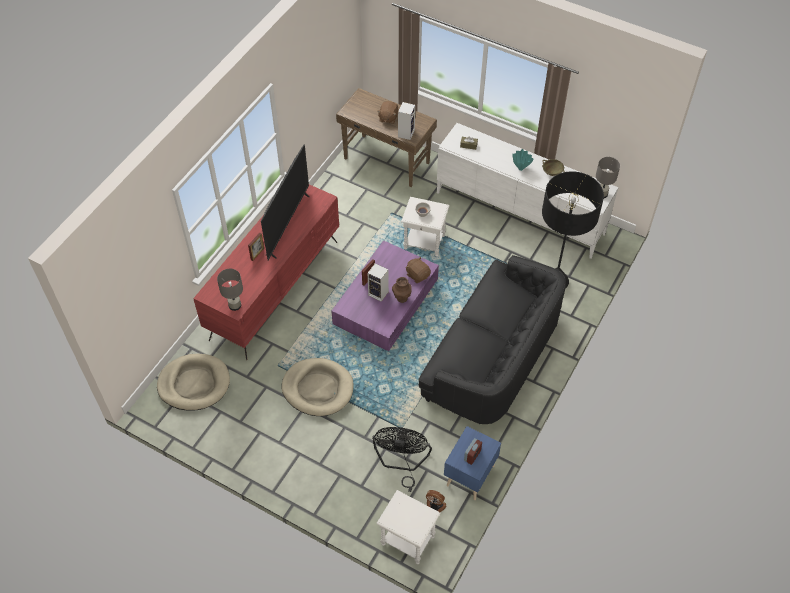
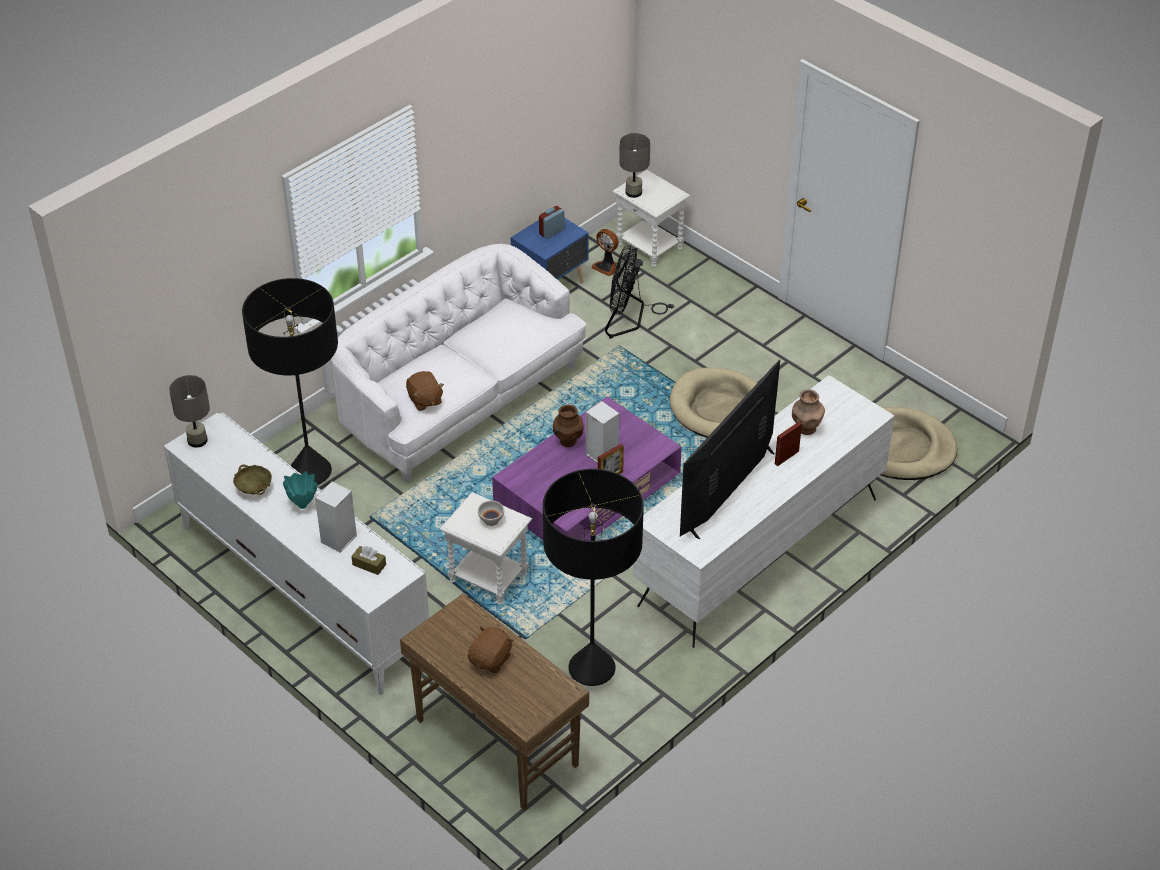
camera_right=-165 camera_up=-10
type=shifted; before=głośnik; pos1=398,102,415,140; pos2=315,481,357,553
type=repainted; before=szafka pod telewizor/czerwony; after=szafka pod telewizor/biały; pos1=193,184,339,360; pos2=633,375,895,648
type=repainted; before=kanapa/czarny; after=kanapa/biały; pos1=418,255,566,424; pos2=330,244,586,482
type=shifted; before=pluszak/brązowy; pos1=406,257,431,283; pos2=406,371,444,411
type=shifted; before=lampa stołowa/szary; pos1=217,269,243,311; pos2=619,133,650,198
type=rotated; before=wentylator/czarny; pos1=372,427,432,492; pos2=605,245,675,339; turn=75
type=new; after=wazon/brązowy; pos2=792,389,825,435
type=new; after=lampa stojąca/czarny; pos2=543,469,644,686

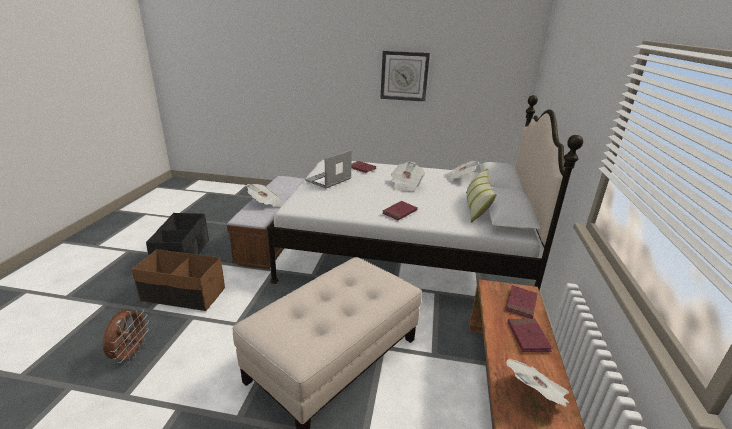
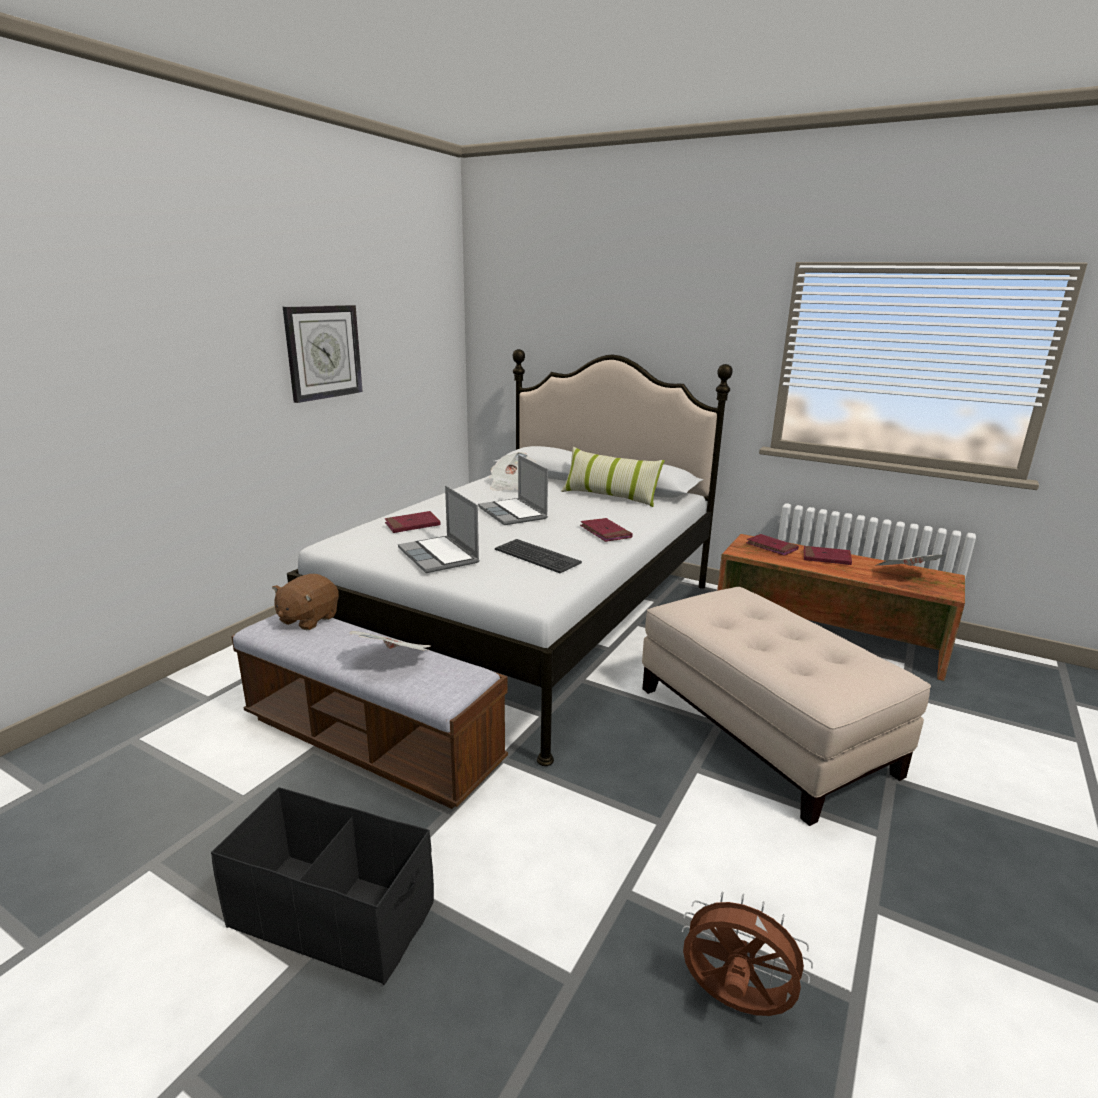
camera_right=-70 camera_up=-5
type=swapped; before=gazeta; after=laptop; pos1=391,162,425,192; pos2=478,455,548,525
type=gone; before=pojemnik do przechowywania/brązowy; pos1=132,249,225,311
type=new; after=klawiatura; pos2=495,539,582,573
type=new; after=pluszak/brązowy; pos2=272,574,339,630

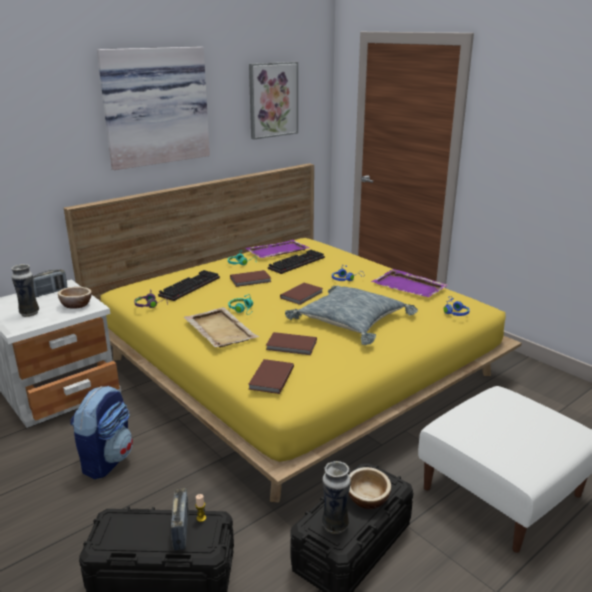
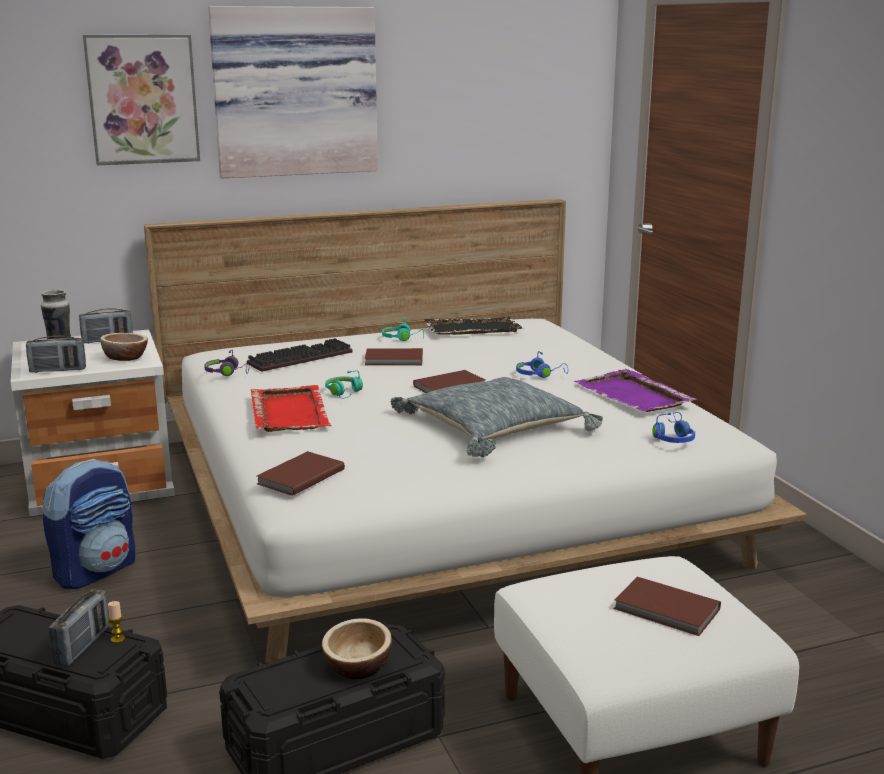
camera_right=20 camera_up=-5
type=shifted; before=obraz; pos1=249,62,298,139; pos2=83,34,200,165
type=repainted; before=łóżko/żółty; after=łóżko/biały; pos1=64,163,522,502; pos2=144,199,807,663
type=repainted; before=taca/fioletowy; after=taca/czarny; pos1=245,240,309,258; pos2=424,316,523,335
type=gone; before=klawiatura; pos1=268,249,325,274
type=repainted; before=taca/beżowy; after=taca/czerwony; pos1=184,307,259,348; pos2=251,385,332,432
type=shifted; before=książka/brązowy; pos1=266,332,317,355; pos2=614,577,721,636
type=gone; before=wazon; pos1=322,461,351,534
type=new; after=radio; pos2=26,336,86,373

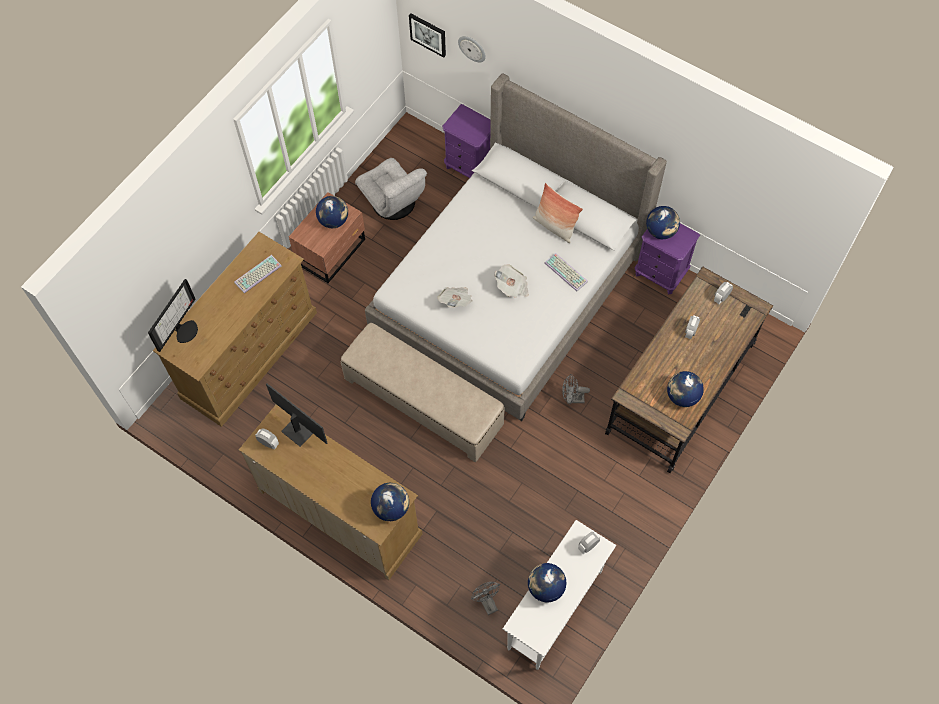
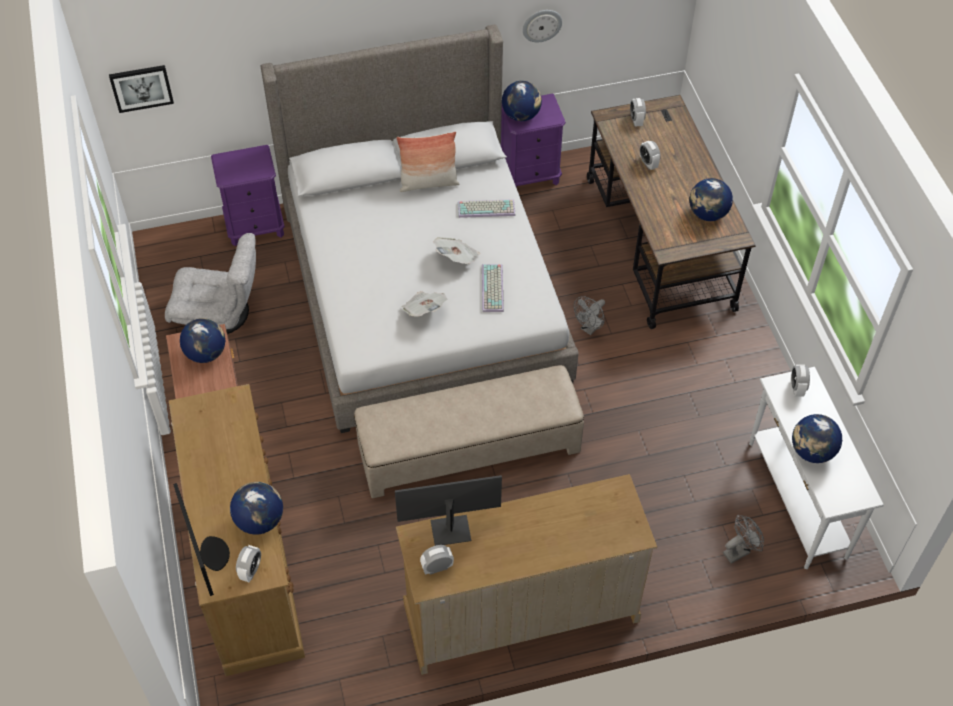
camera_right=-50 camera_up=-10
type=shifted; before=zegar ścienny; pos1=458,36,486,62; pos2=523,10,562,43
type=shifted; before=klawiatura; pos1=234,255,282,293; pos2=482,264,504,312
type=shifted; before=globus; pos1=371,483,409,521; pos2=230,482,283,535
type=rotated; before=wentylator/szary; pos1=471,582,500,615; pos2=723,515,764,564; turn=135
type=new; after=budzik; pos2=236,545,261,582

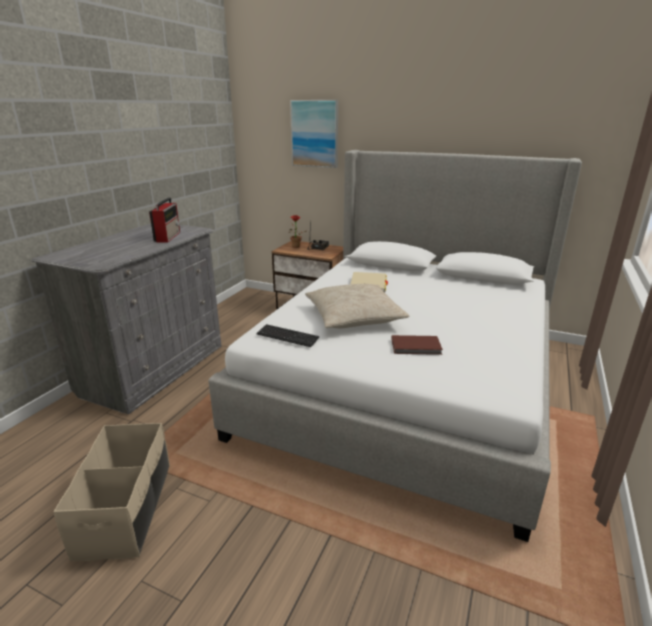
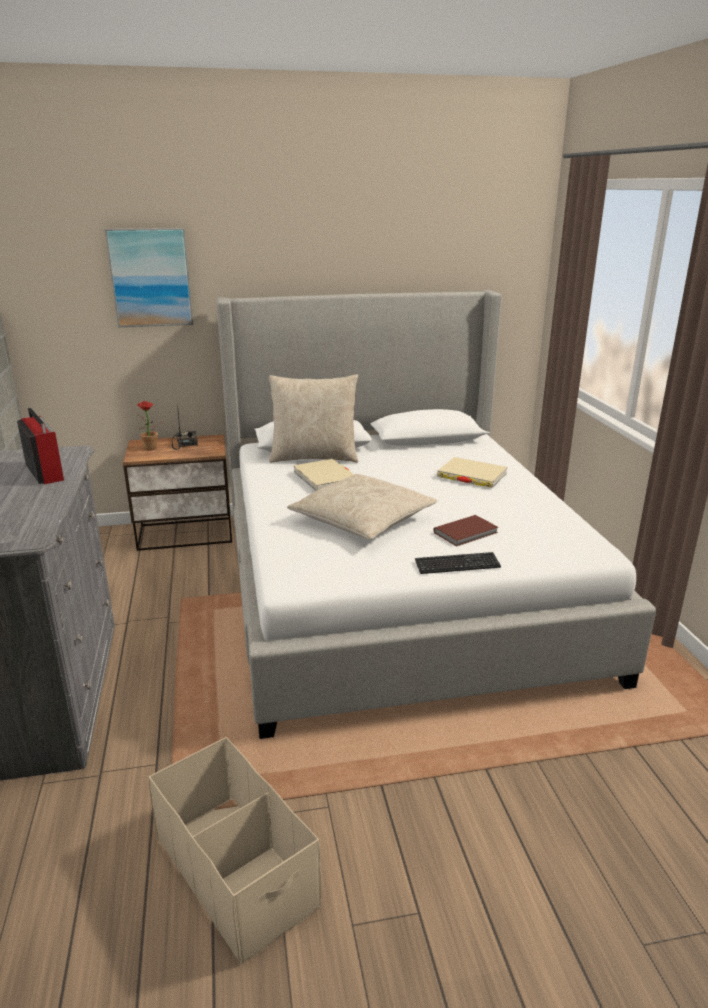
camera_right=-35 camera_up=0
type=shifted; before=klawiatura; pos1=256,324,320,347; pos2=415,552,501,574
type=new; after=poduszka/beżowy; pos2=269,374,358,463
type=new; after=książka/beżowy; pos2=437,457,508,488

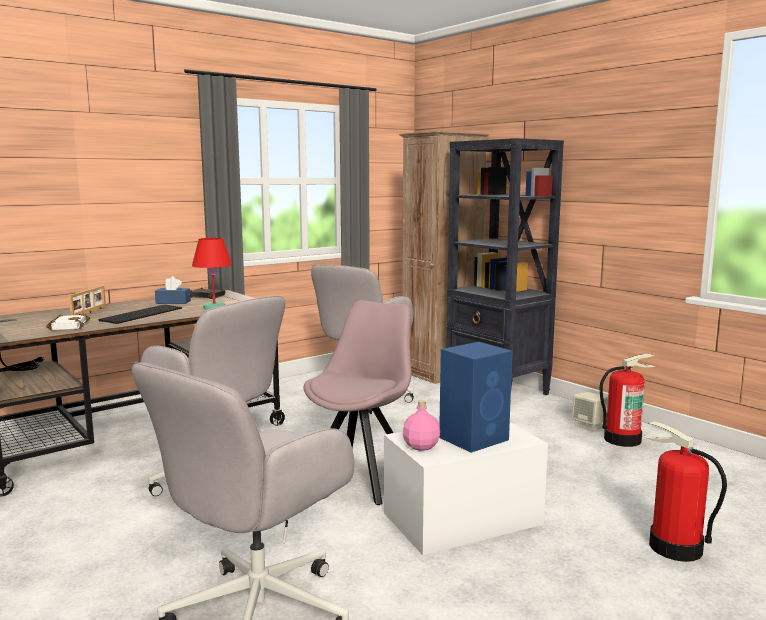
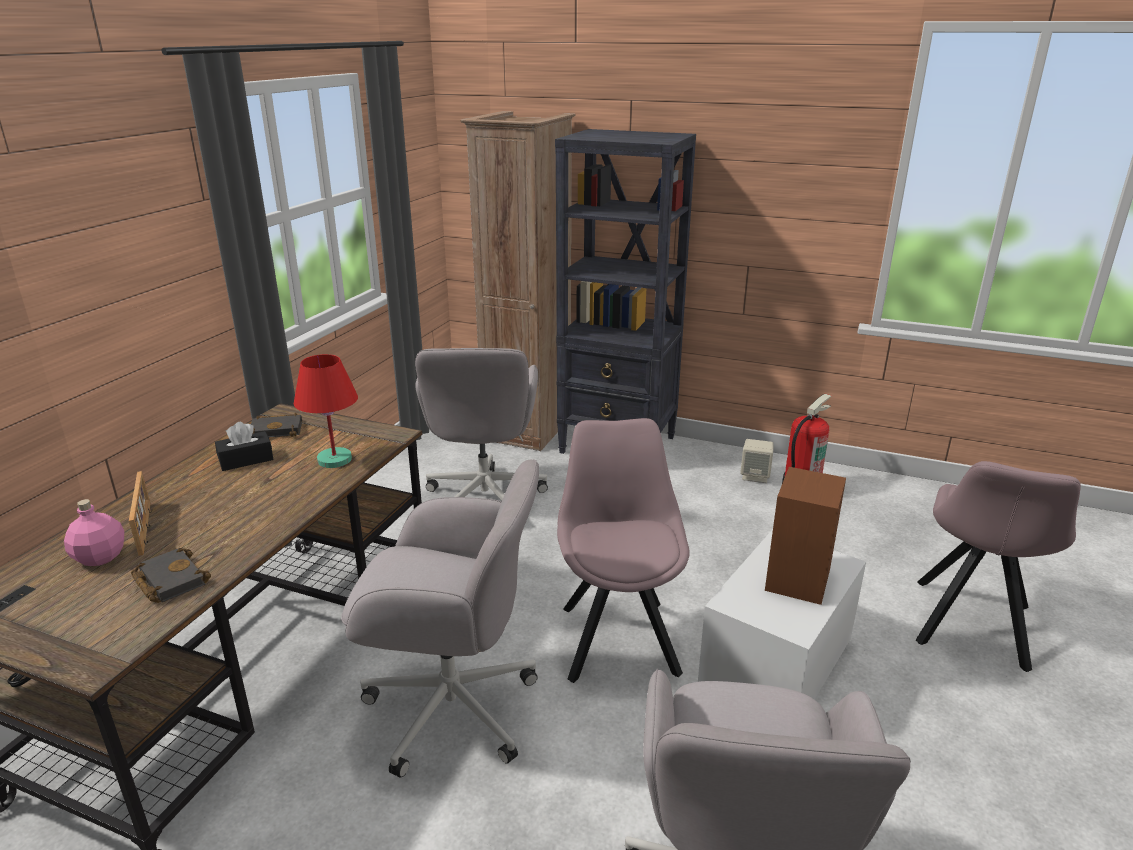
camera_right=-30 camera_up=15
type=repainted; before=pudełko chusteczek/niebieski; after=pudełko chusteczek/czarny; pos1=155,276,191,304; pos2=215,422,274,471
type=gone; before=klawiatura; pos1=98,304,182,324
type=repainted; before=książka/biały; after=książka/czarny; pos1=46,314,90,330; pos2=131,548,211,603
type=repainted; before=głośnik/niebieski; after=głośnik/brązowy; pos1=439,342,512,453; pos2=765,467,846,605
type=shifted; before=butelka/różowy; pos1=403,400,440,451; pos2=64,499,124,566
type=swapped; before=gaśnica; after=krzesło/różowy; pos1=642,421,727,562; pos2=916,461,1081,672

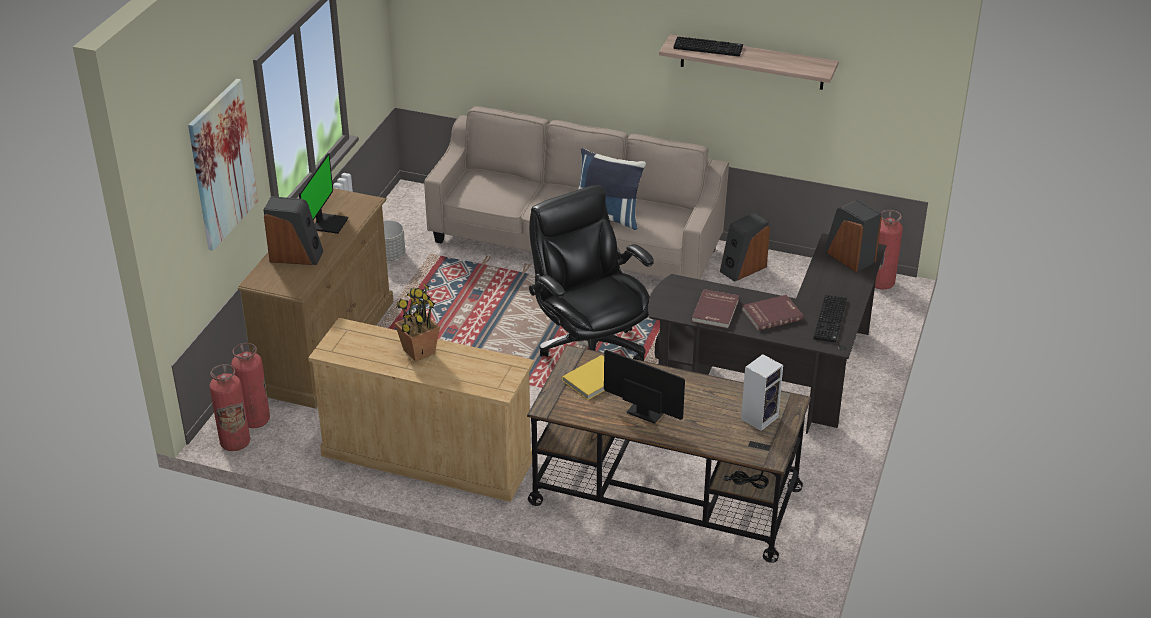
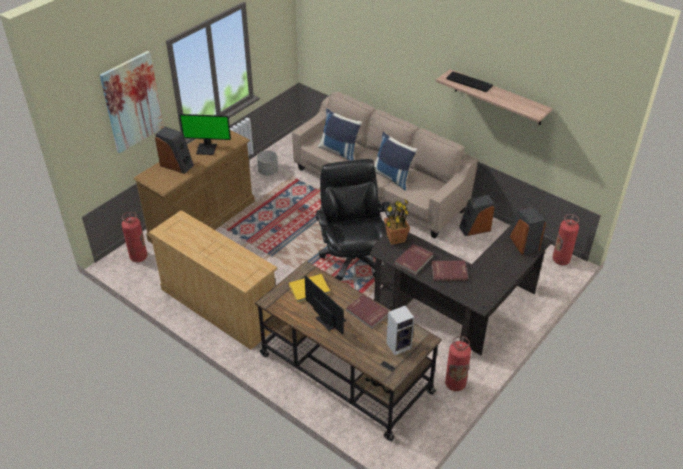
camera_right=20 camera_up=5
type=rotated; before=monitor; pos1=299,153,349,234; pos2=179,114,231,155; turn=60
type=shifted; before=roślina doniczkowa; pos1=395,283,440,362; pos2=384,199,410,245
type=gone; before=klawiatura; pos1=813,295,847,342
type=shifted; before=gaśnica; pos1=209,364,250,451; pos2=445,336,471,391
type=new; after=poduszka/niebieski; pos2=318,108,362,161
type=new; after=książka/czerwony; pos2=346,294,389,329

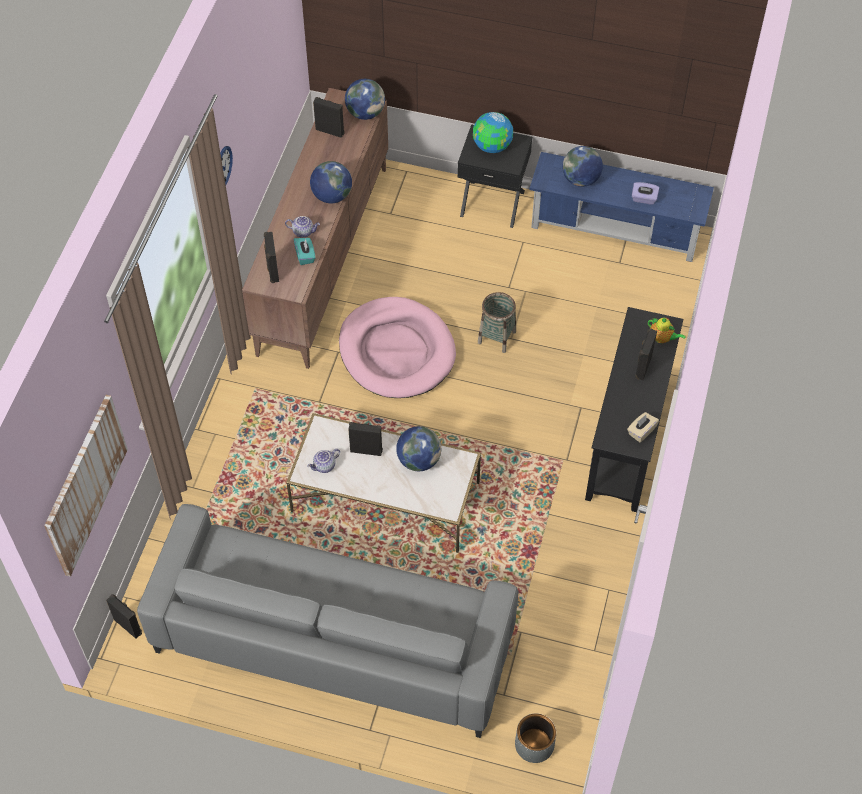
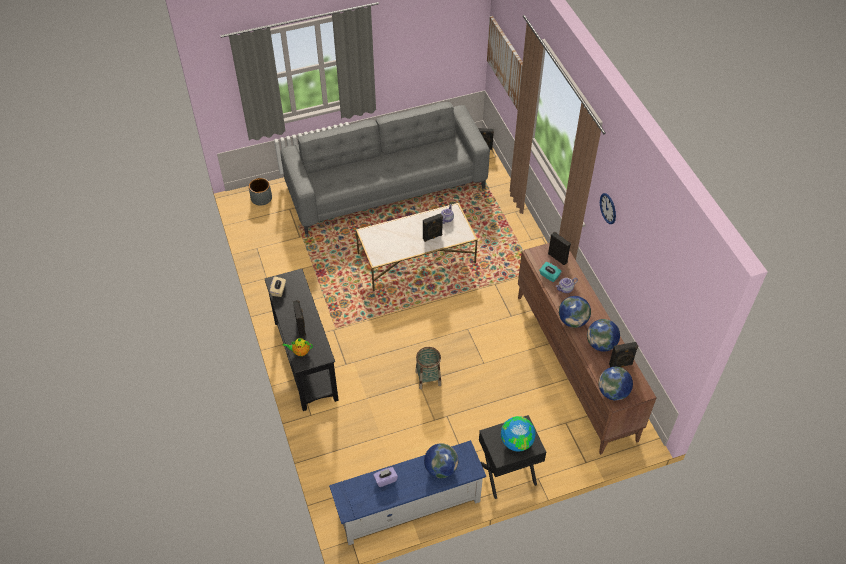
camera_right=145 camera_up=-5
type=gone; before=legowisko/różowy; pos1=339,297,456,398
type=shifted; before=globus; pos1=396,426,441,471; pos2=587,319,620,352

